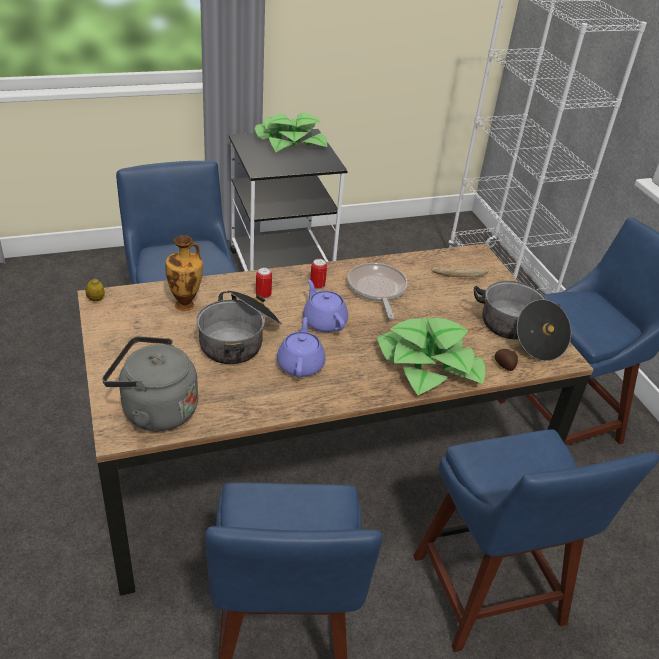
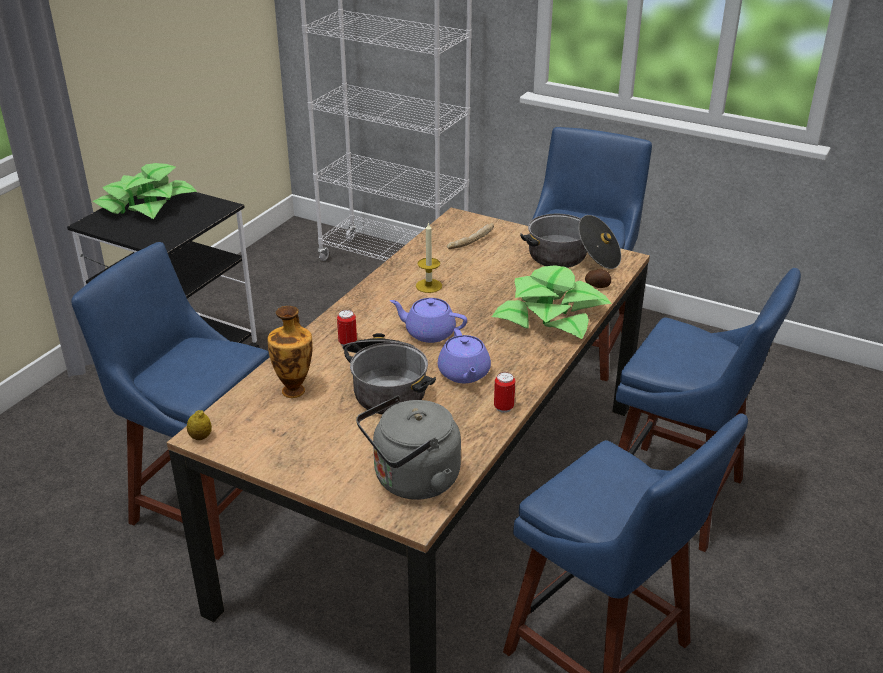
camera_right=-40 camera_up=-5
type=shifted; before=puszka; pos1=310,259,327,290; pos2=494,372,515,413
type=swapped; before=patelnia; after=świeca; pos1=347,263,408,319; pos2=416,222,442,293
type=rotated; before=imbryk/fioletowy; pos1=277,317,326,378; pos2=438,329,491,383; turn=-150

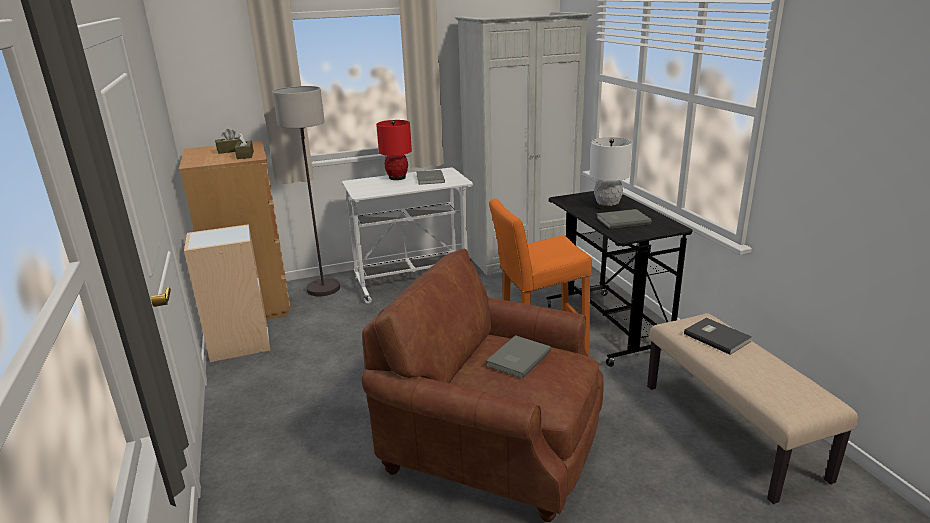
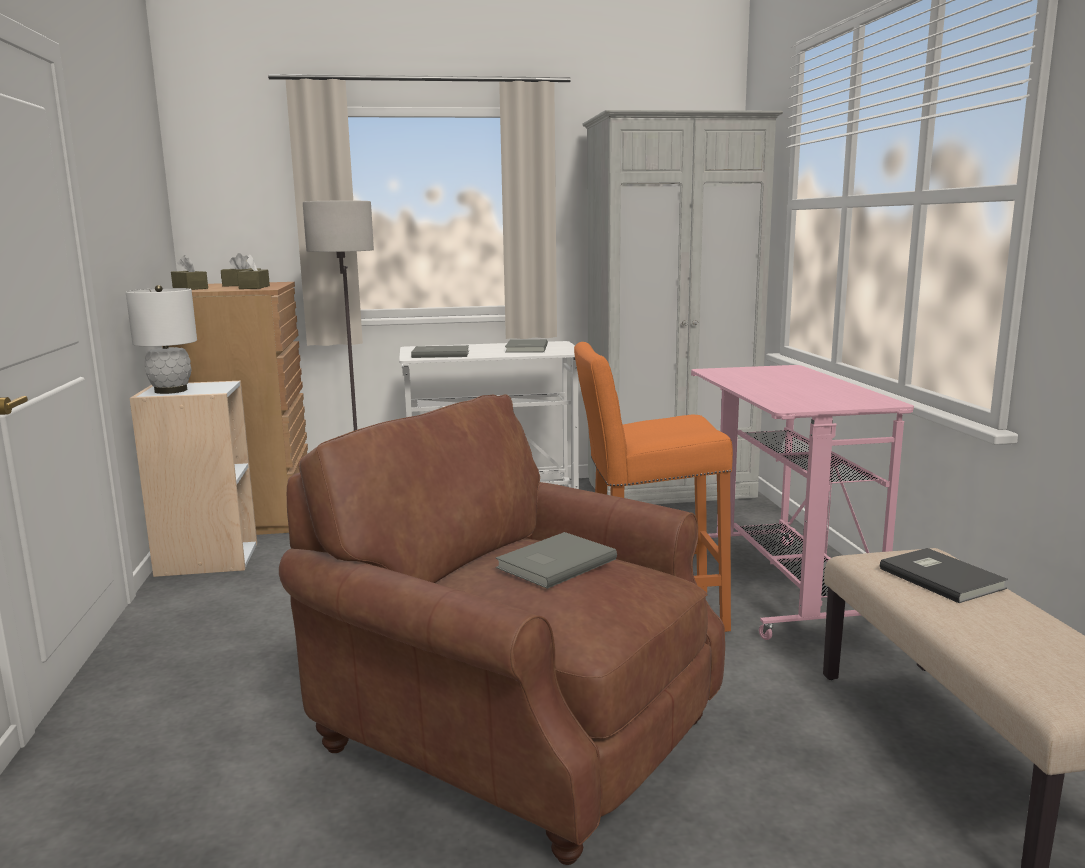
camera_right=10 camera_up=-10
type=gone; before=lampa stołowa/czerwony; pos1=376,120,412,180
type=shifted; before=lampa stołowa/biały; pos1=590,137,632,209; pos2=126,285,197,394
type=repainted; before=biurko/czarny; after=biurko/różowy; pos1=546,191,692,367; pos2=691,365,914,640
type=shifted; before=książka/szary; pos1=596,209,652,229; pos2=411,345,469,358
type=new; after=pudełko chusteczek/brązowy; pos2=171,255,208,290

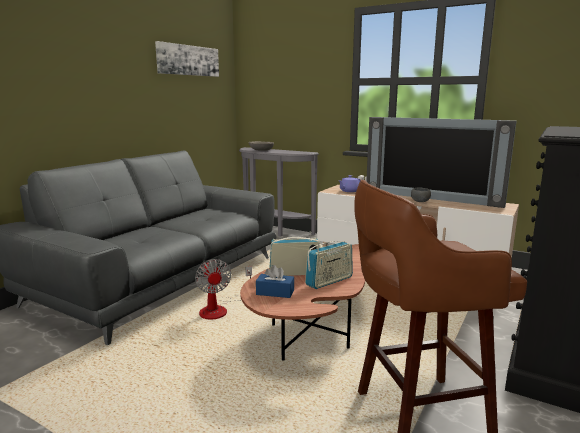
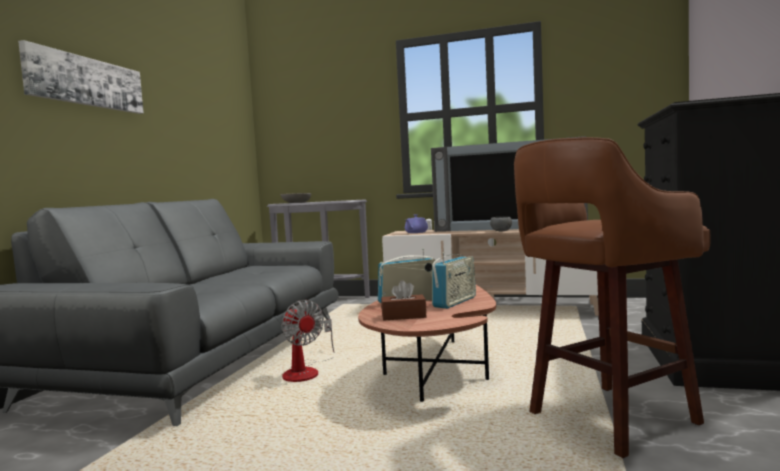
camera_right=-15 camera_up=-10
type=shifted; before=obraz; pos1=155,41,219,77; pos2=18,40,144,114
type=repainted; before=pudełko chusteczek/niebieski; after=pudełko chusteczek/brązowy; pos1=256,265,294,298; pos2=381,280,426,321

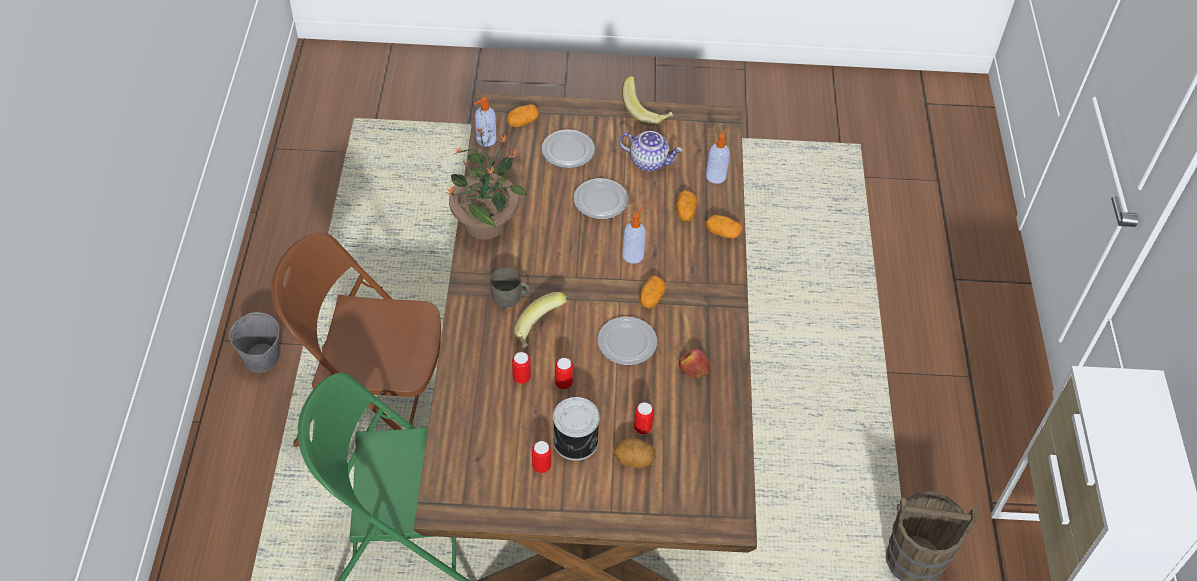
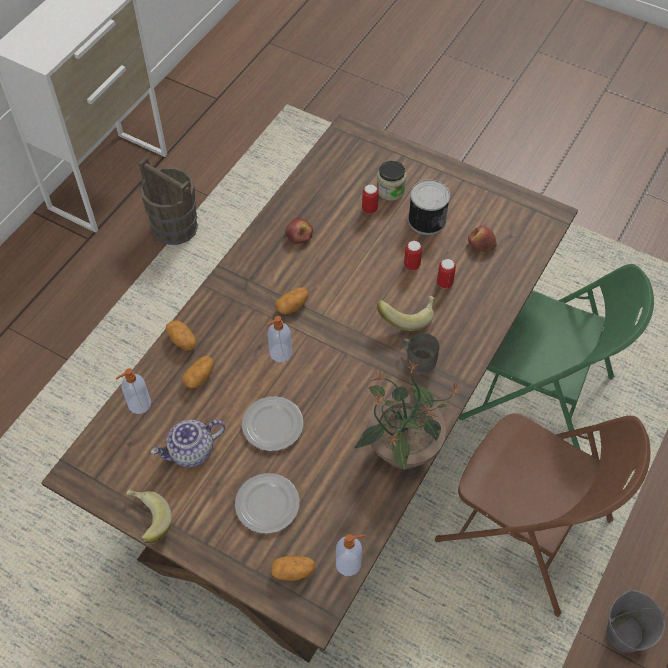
camera_right=-150 camera_up=5
type=rotated; before=imbryk; pos1=619,131,683,171; pos2=151,420,225,467; turn=-75
type=gone; before=talerz; pos1=597,317,657,365
type=swapped; before=ziemniak; after=słoik; pos1=614,438,655,468; pos2=377,161,406,201
type=gone; before=puszka; pos1=532,441,551,473
type=new; after=jabłko; pos2=468,226,497,252

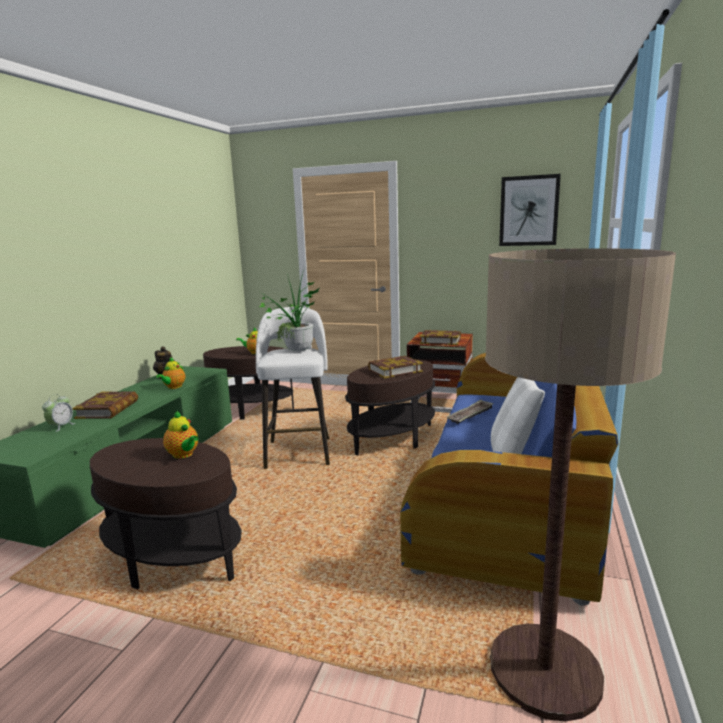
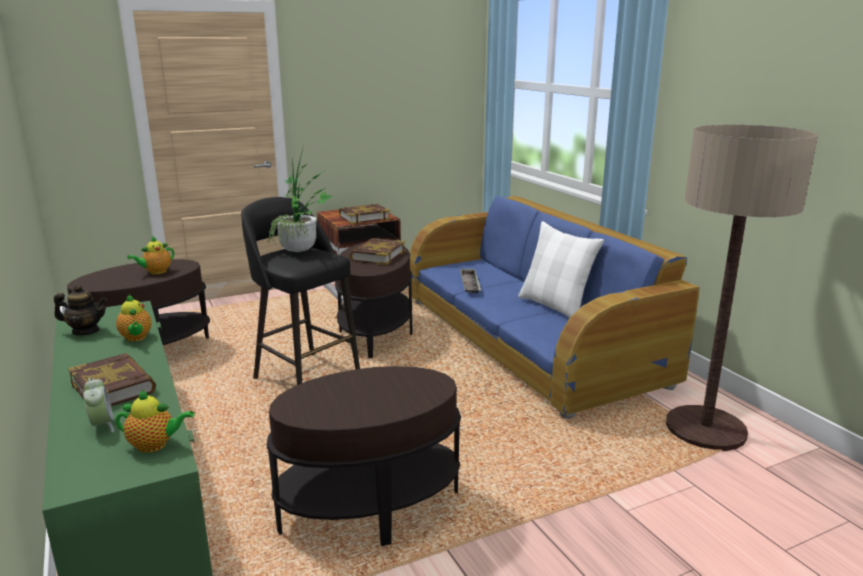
camera_right=-45 camera_up=5
type=gone; before=obraz; pos1=499,174,561,246
type=repainted; before=stołek/biały; after=stołek/czarny; pos1=256,307,330,469; pos2=241,197,360,385
type=shifted; before=imbryk; pos1=163,411,199,459; pos2=116,390,194,453

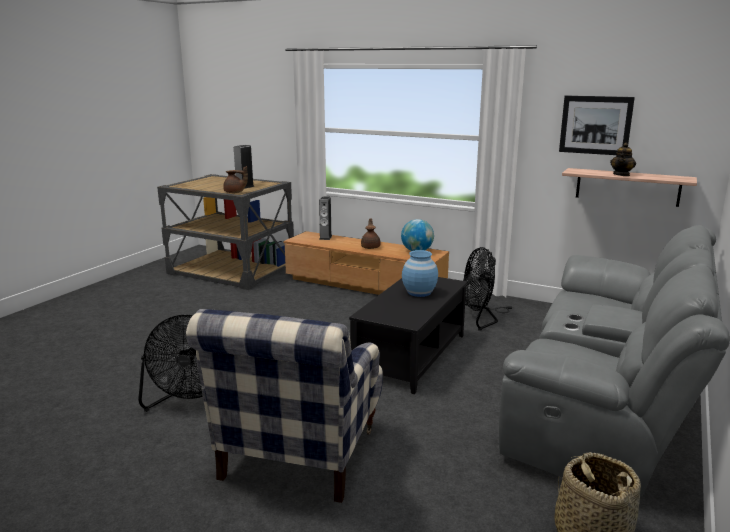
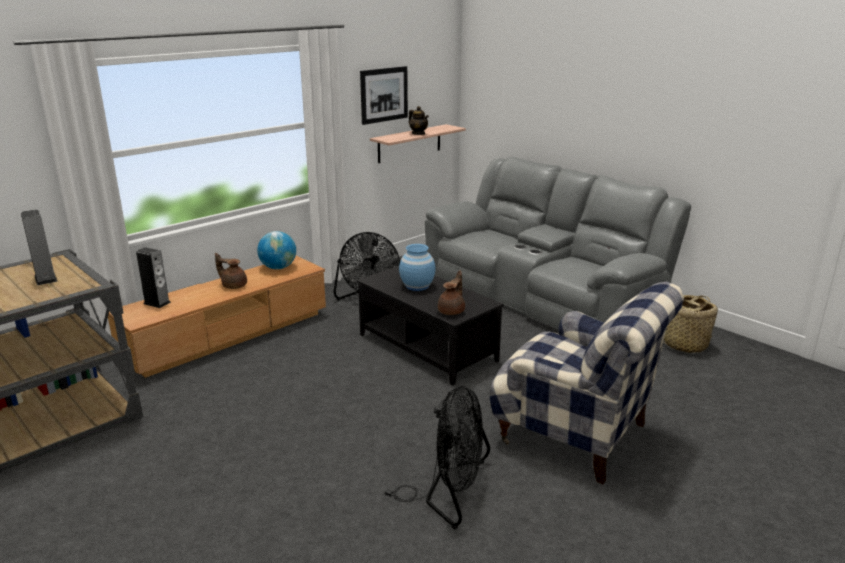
camera_right=-70 camera_up=5
type=shifted; before=imbryk/brązowy; pos1=223,166,248,193; pos2=438,270,465,315

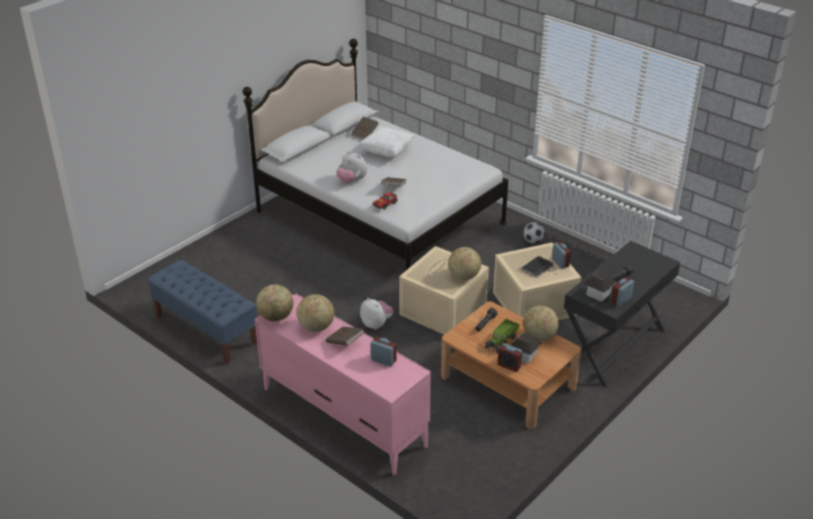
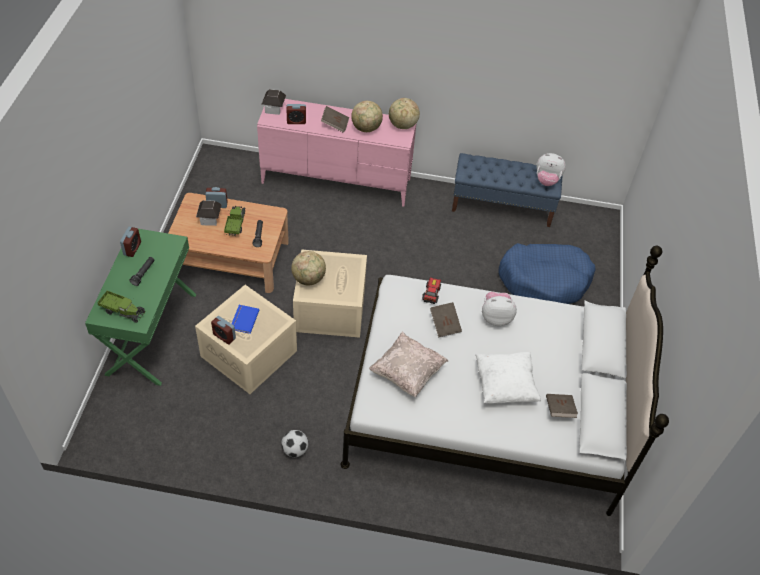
camera_right=145 camera_up=15
type=repainted; before=biurko/czarny; after=biurko/zielony; pos1=564,241,680,388; pos2=85,229,196,386
type=repainted; before=książka/czarny; after=książka/niebieski; pos1=521,256,554,277; pos2=232,305,259,334
type=shifted; before=domek; pos1=584,271,616,302; pos2=261,89,286,115
type=shifted; before=pluszak; pos1=360,298,394,330; pos2=536,153,566,186
type=gone; before=globus; pos1=523,305,559,341
type=new; after=legowisko/niebieski; pos2=498,243,596,304
type=new; after=ciężarówka zabawkowa; pos2=97,291,145,323
type=new; after=poduszka/beżowy; pos2=369,332,448,397

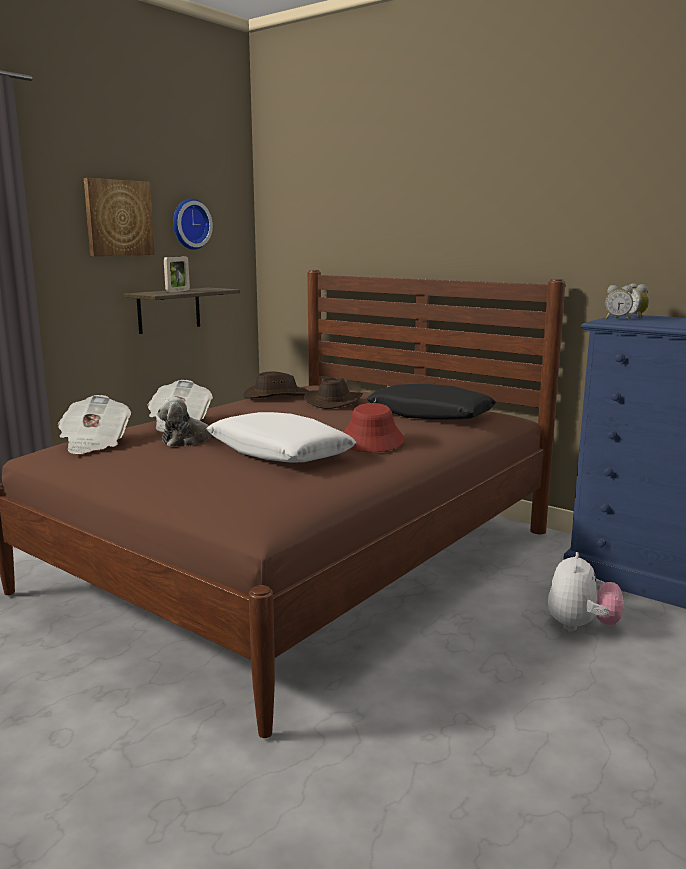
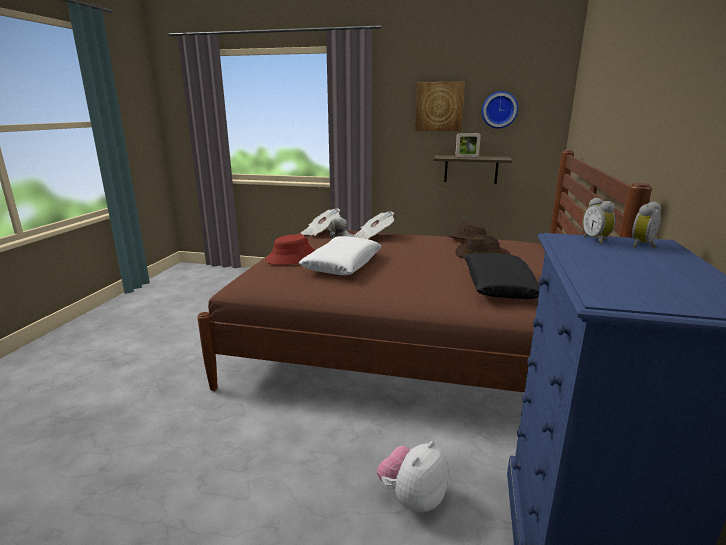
camera_right=65 camera_up=5
type=shifted; before=kapelusz/czerwony; pos1=344,403,405,452; pos2=266,235,315,265
type=rotated; before=pluszak; pos1=548,552,623,632; pos2=377,441,448,513; turn=135

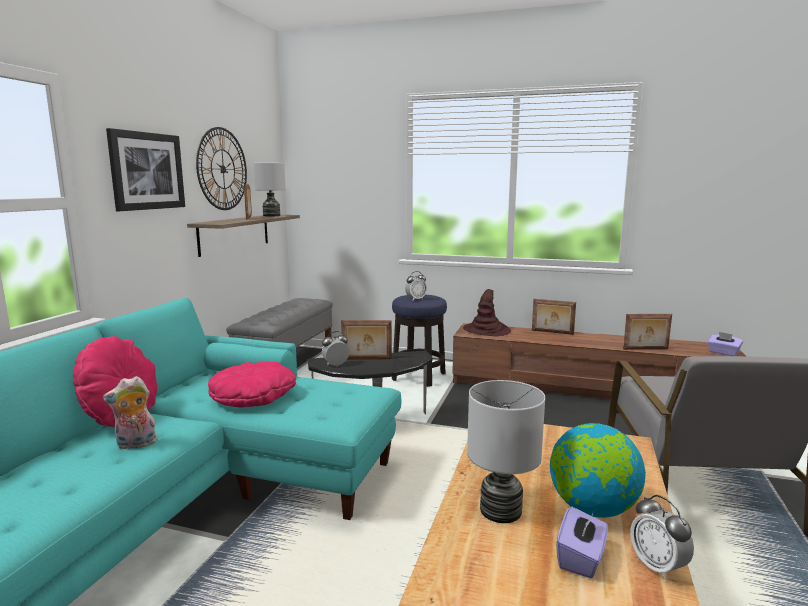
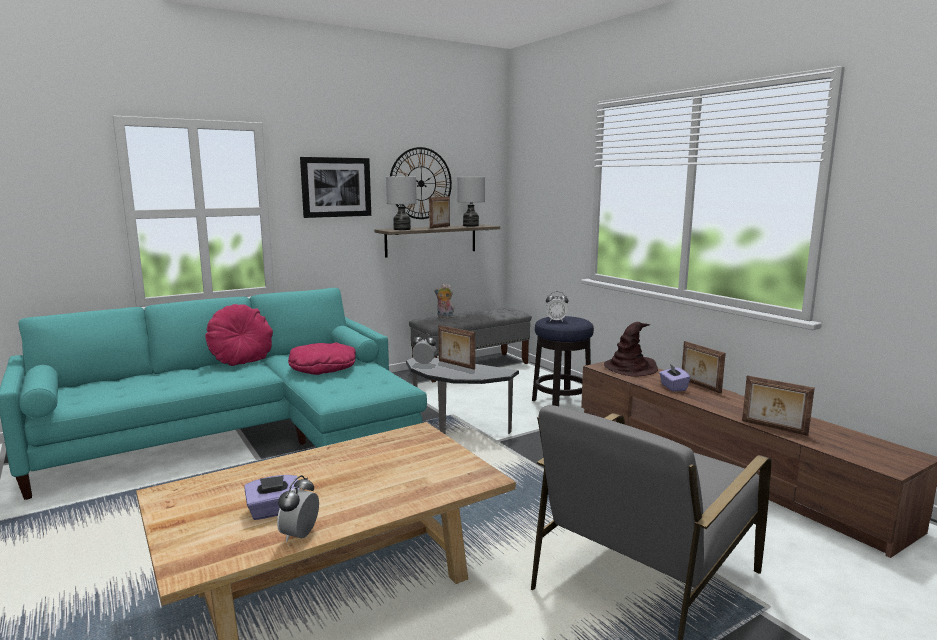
camera_right=40 camera_up=0
type=shifted; before=pudełko chusteczek/fioletowy; pos1=708,332,743,356; pos2=659,364,690,392
type=shifted; before=pluszak; pos1=103,376,158,450; pos2=434,284,455,318
type=shifted; before=lampa stołowa/szary; pos1=467,380,545,523; pos2=386,176,417,230
type=gone; before=globus; pos1=550,423,646,518

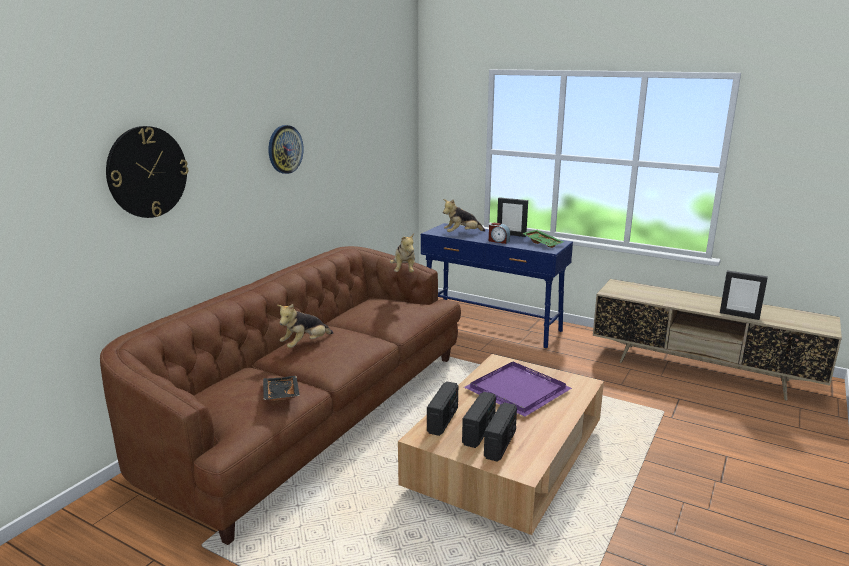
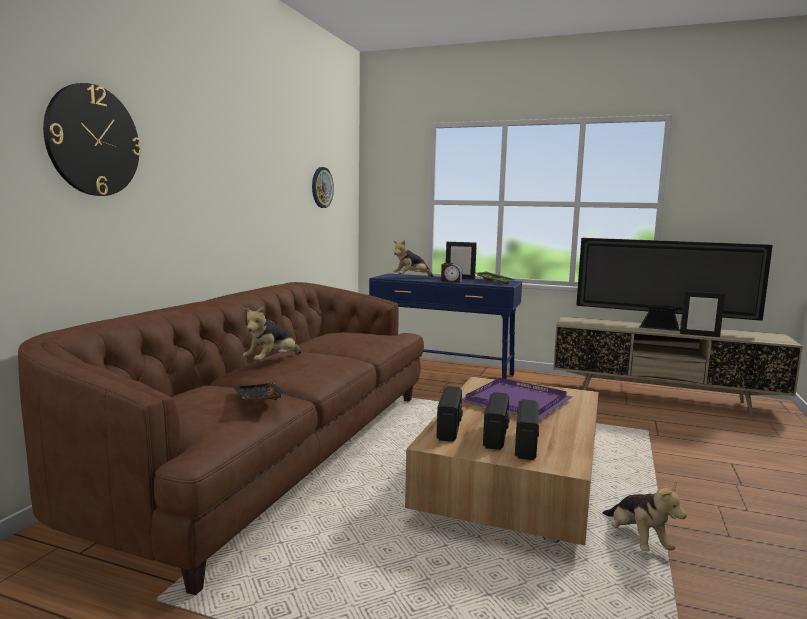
camera_right=-10 camera_up=-10
type=shifted; before=zegar ścienny; pos1=268,125,303,174; pos2=312,167,334,208
type=shifted; before=pluszak; pos1=390,233,415,272; pos2=602,481,686,551
type=new; after=telewizor; pos2=576,238,773,331

